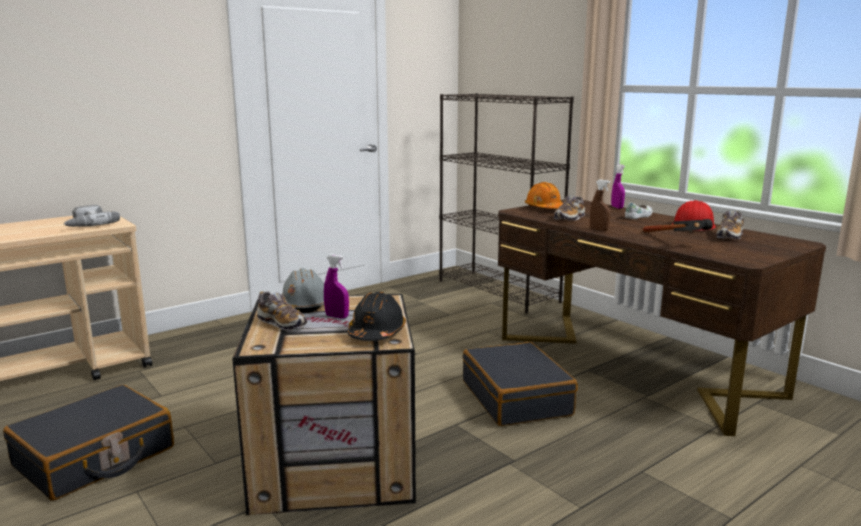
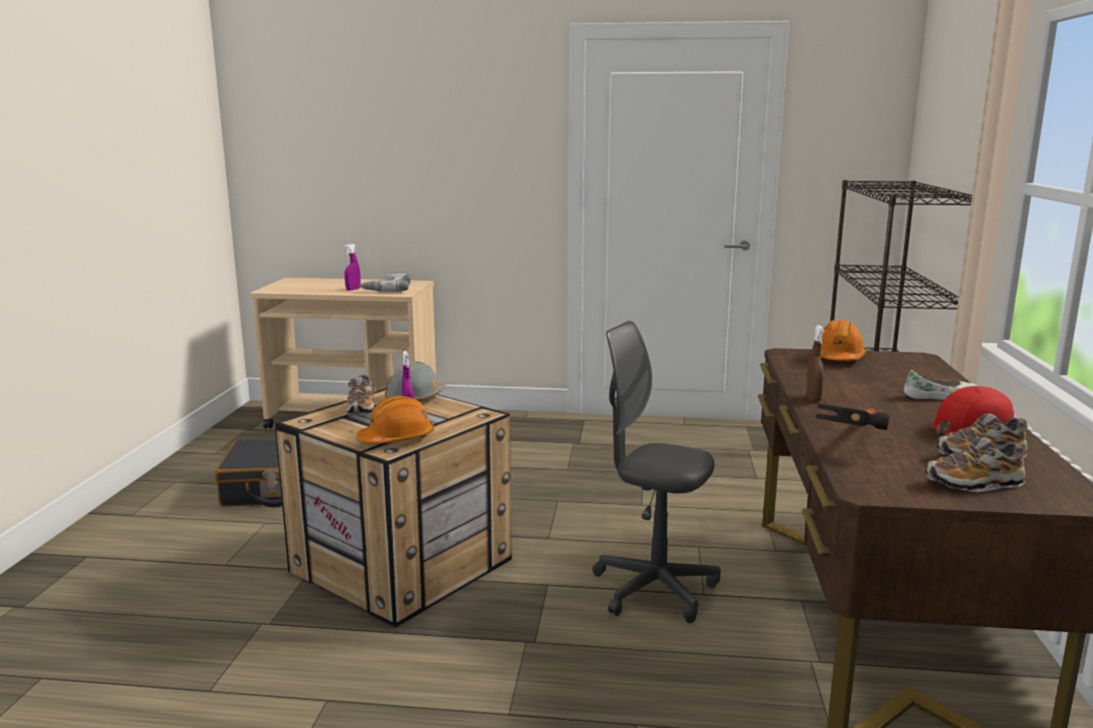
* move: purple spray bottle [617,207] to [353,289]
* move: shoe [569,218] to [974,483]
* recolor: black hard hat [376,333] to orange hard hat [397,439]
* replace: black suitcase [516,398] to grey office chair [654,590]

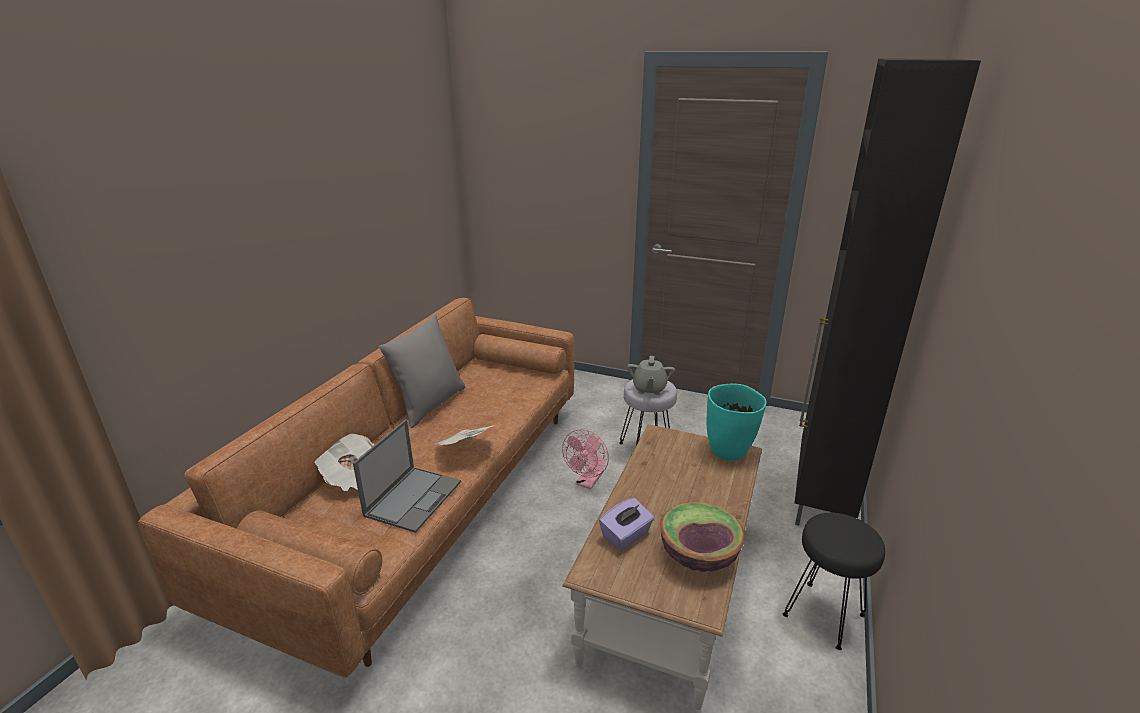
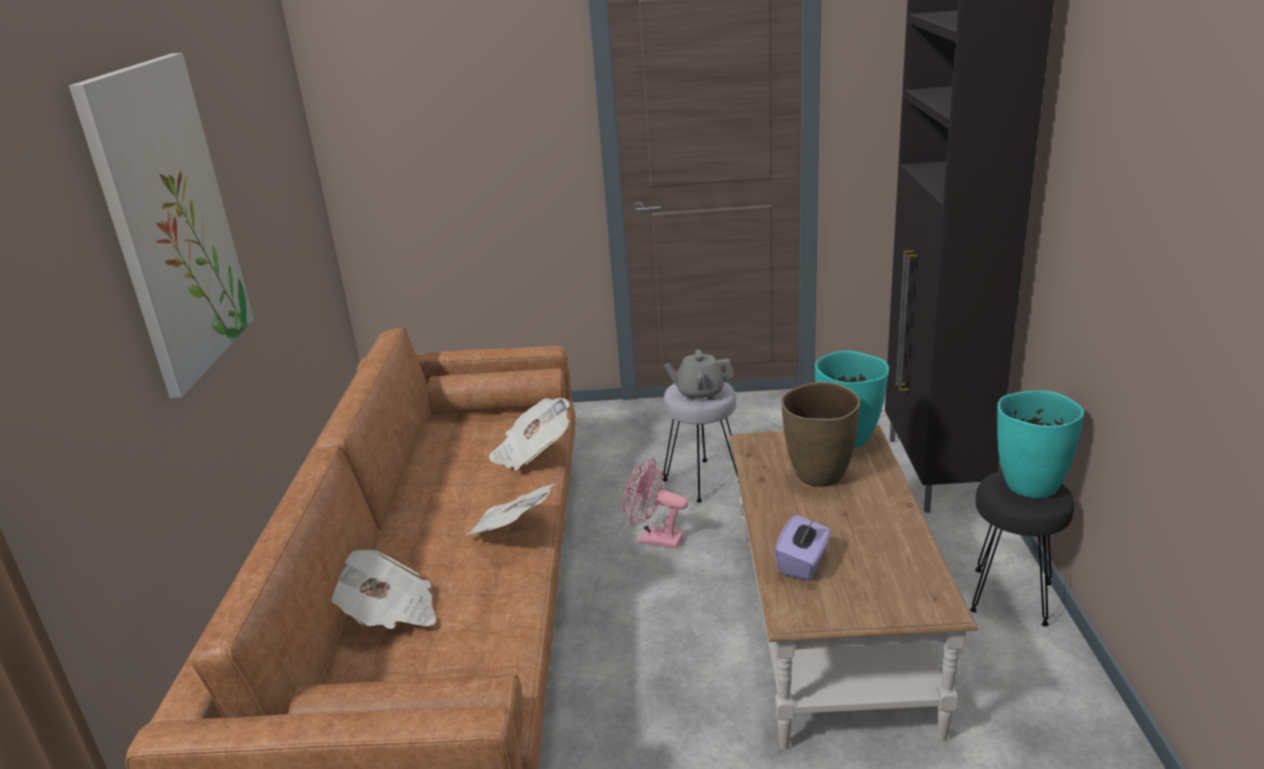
* delete: grey pillow [429,404]
* rotate: grey teapot [649,389] = [700,393] 105 degrees clockwise
* delete: laptop [414,497]
* rotate: pink fan [587,482] = [654,539] 105 degrees clockwise
* delete: bowl [698,556]
* insert: picture [170,221]
* insert: brown vase [819,476]
* insert: turquoise vase [1029,486]
* insert: newspaper [532,453]

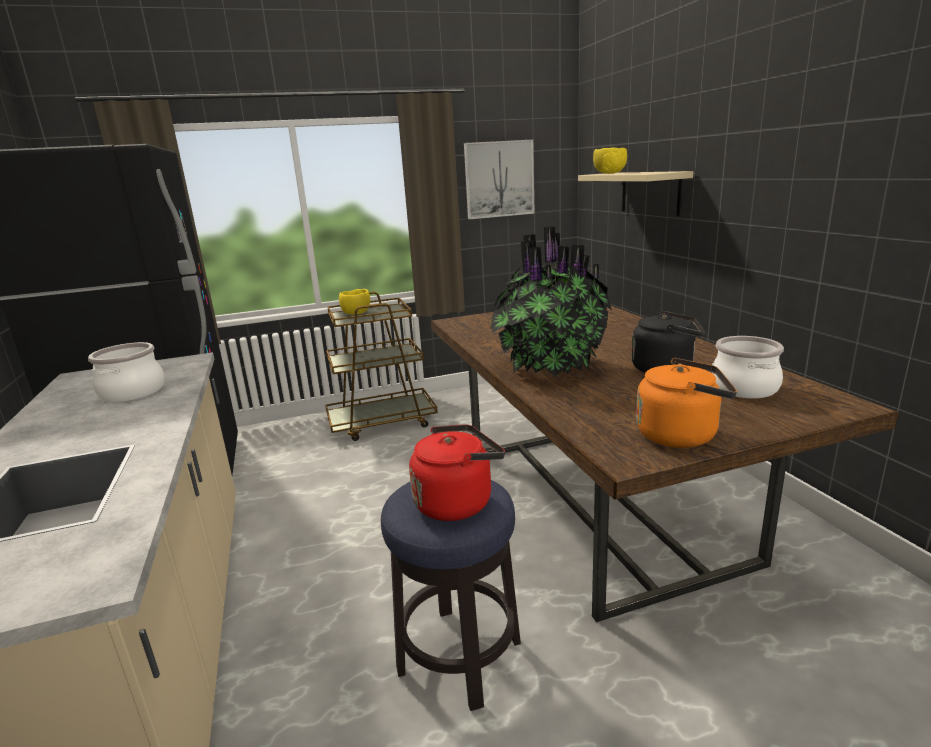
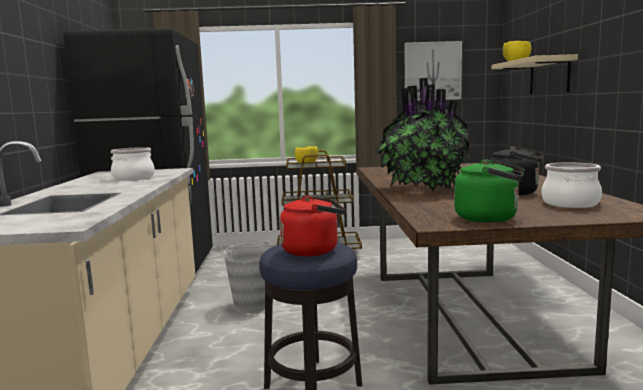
* recolor: orange kettle [681,435] to green kettle [490,218]
* insert: grey bucket [251,305]

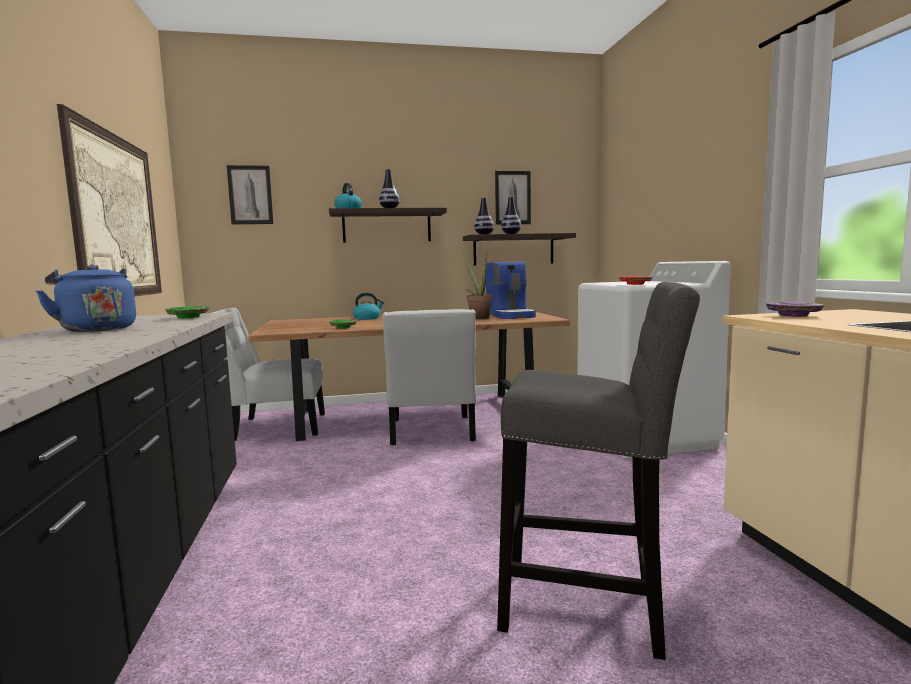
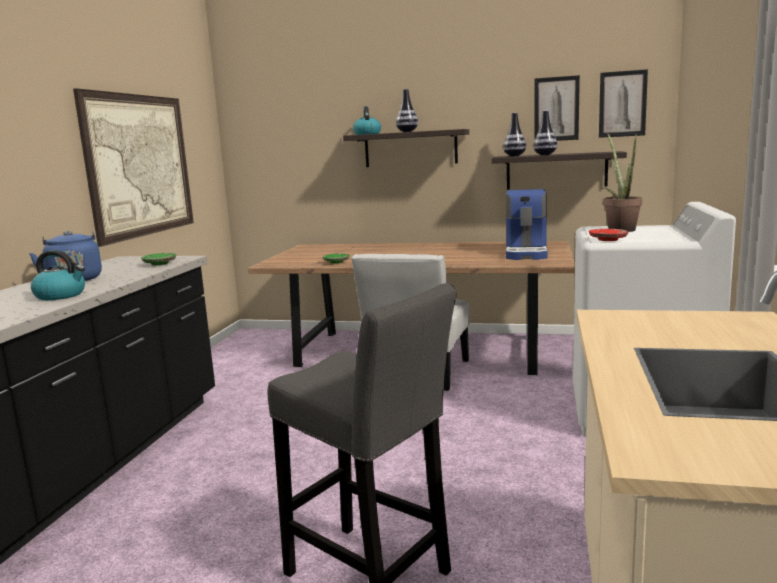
* move: picture [250,195] to [622,104]
* move: potted plant [477,317] to [619,229]
* move: kettle [367,318] to [61,295]
* delete: purple plate [793,315]
* delete: white chair [274,427]

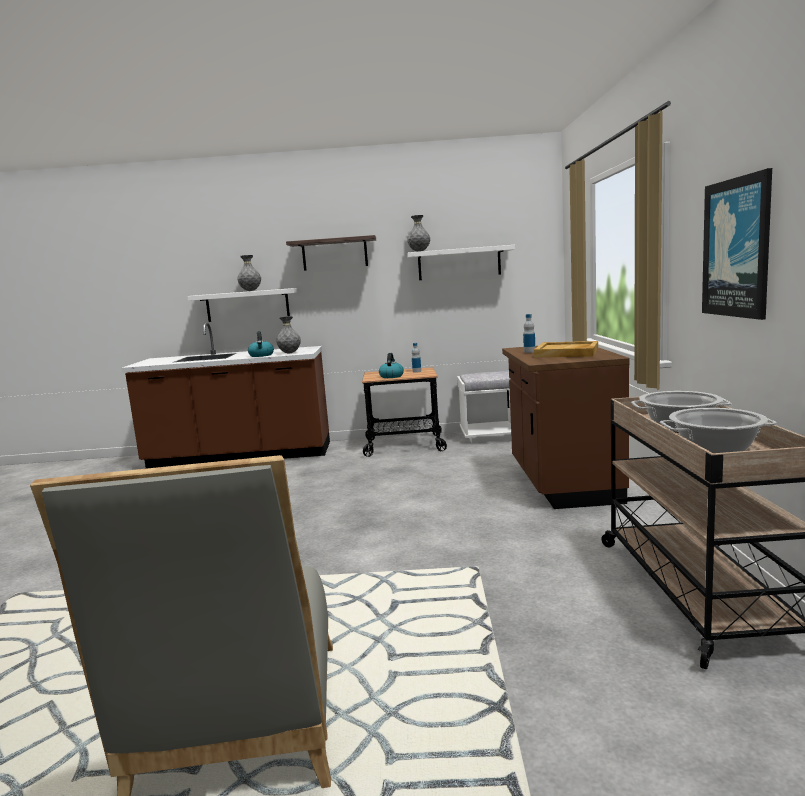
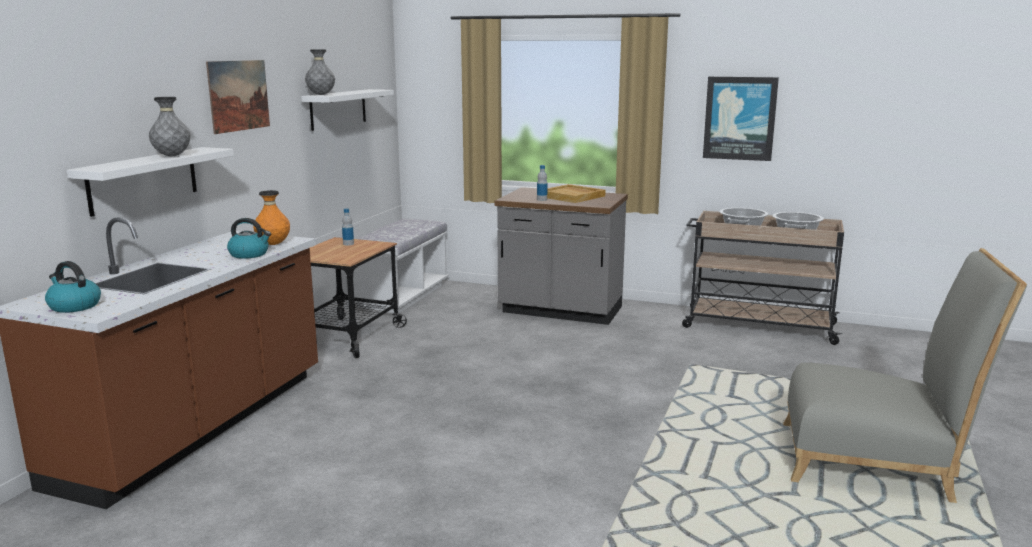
* replace: shelf [334,254] to picture [238,95]
* recolor: grey vase [290,353] to orange vase [273,244]
* recolor: brown counter [562,484] to grey counter [560,311]
* move: kettle [391,376] to [74,306]

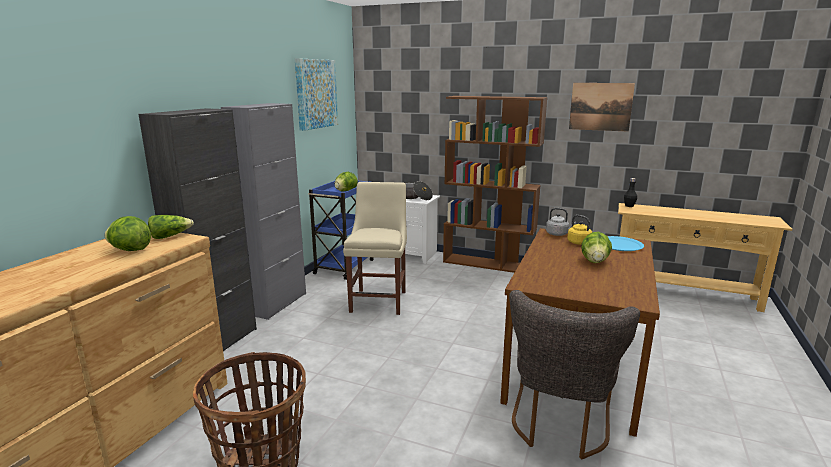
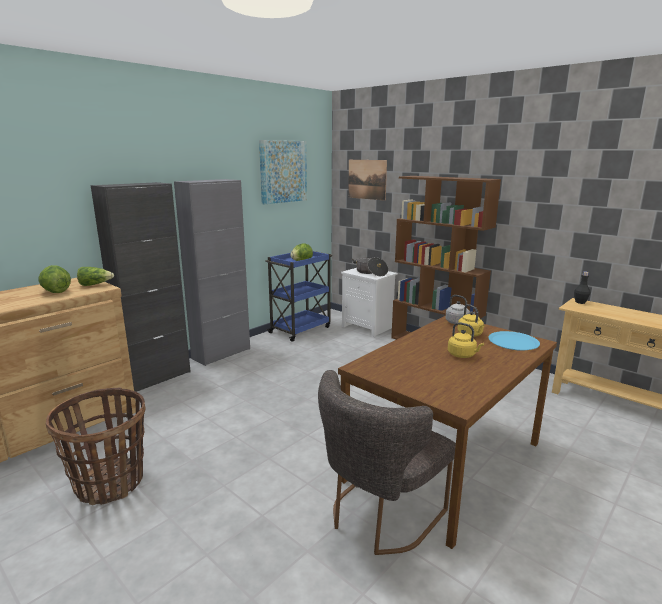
* move: picture [600,106] to [367,179]
* delete: beige chair [379,300]
* replace: lettuce [595,261] to yellow kettle [463,355]

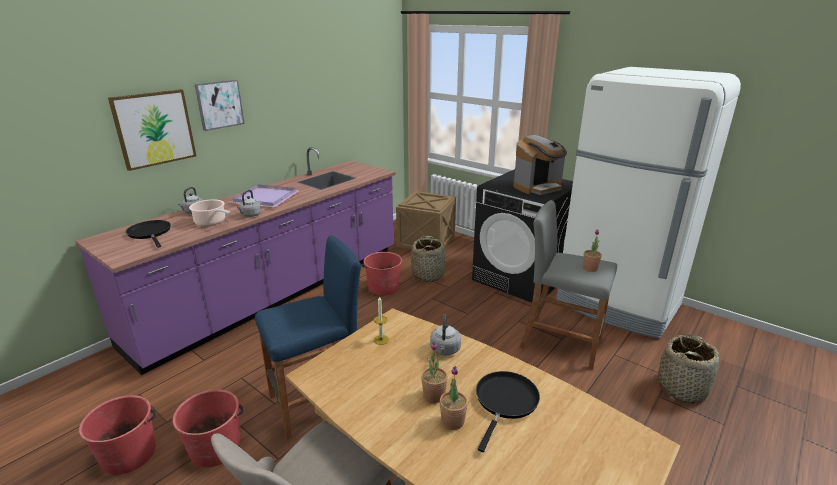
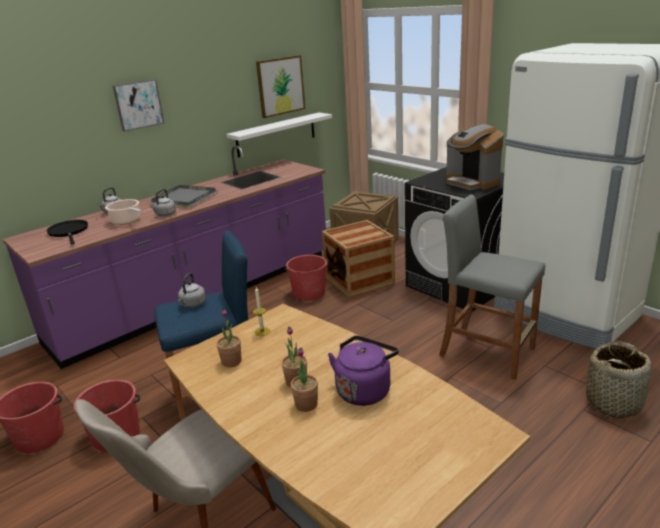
* move: picture [154,128] to [280,86]
* rotate: coffee machine [538,187] = [472,182] 75 degrees clockwise
* recolor: purple tray [265,198] to grey tray [184,198]
* move: potted plant [590,268] to [231,361]
* replace: basket [428,275] to crate [359,280]
* move: grey kettle [445,350] to [192,304]
* replace: black frying pan [505,402] to purple kettle [364,390]
* insert: white shelf [276,134]

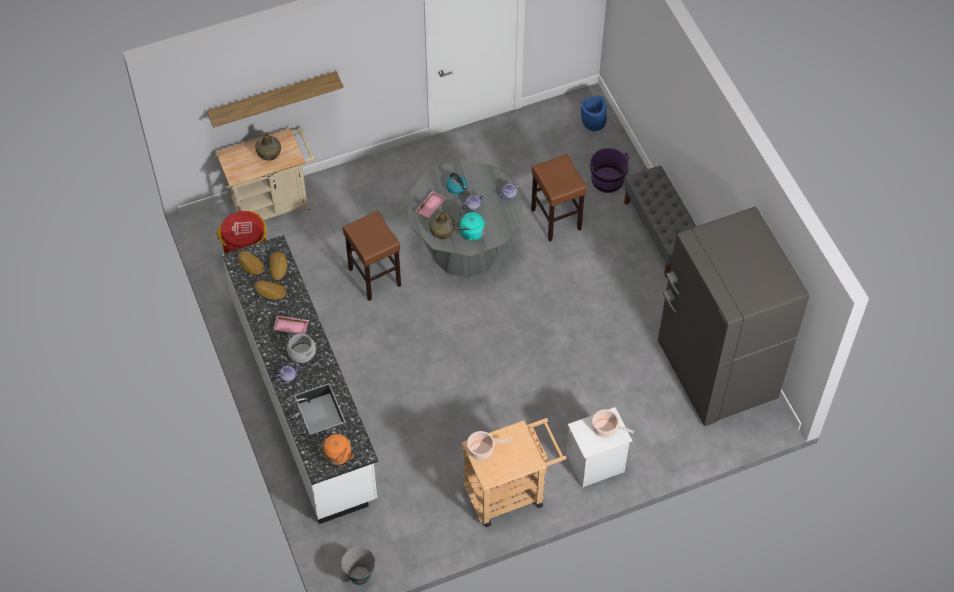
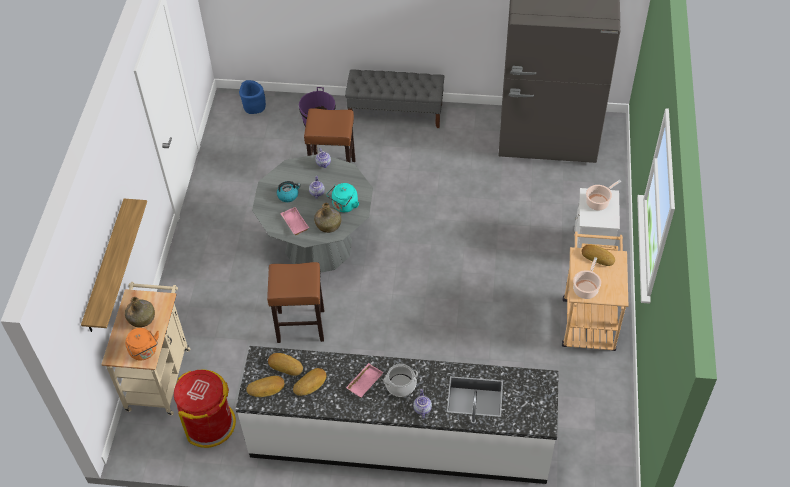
* move: orange kettle [337,456] to [144,352]
* delete: bucket [360,575]
* insert: bread [598,256]

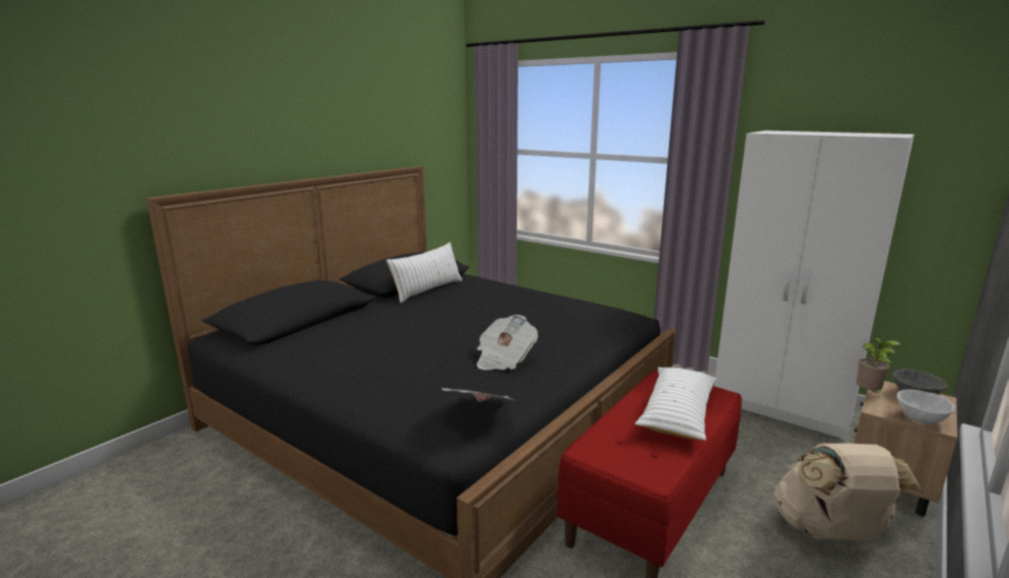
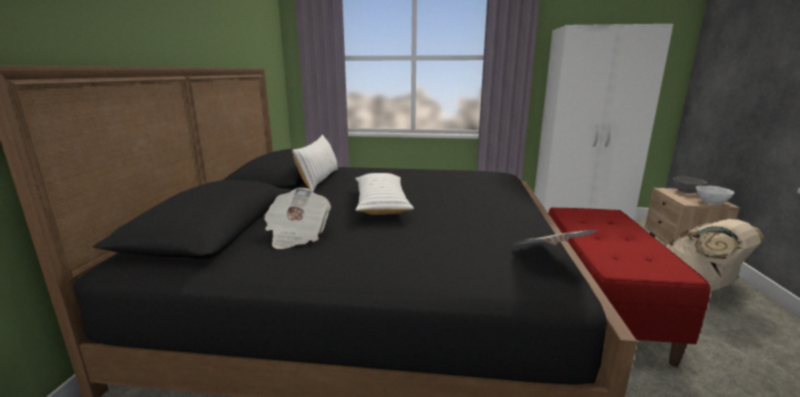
* move: newspaper [504,359] to [297,235]
* delete: potted plant [869,394]
* move: white pillow [677,413] to [381,204]

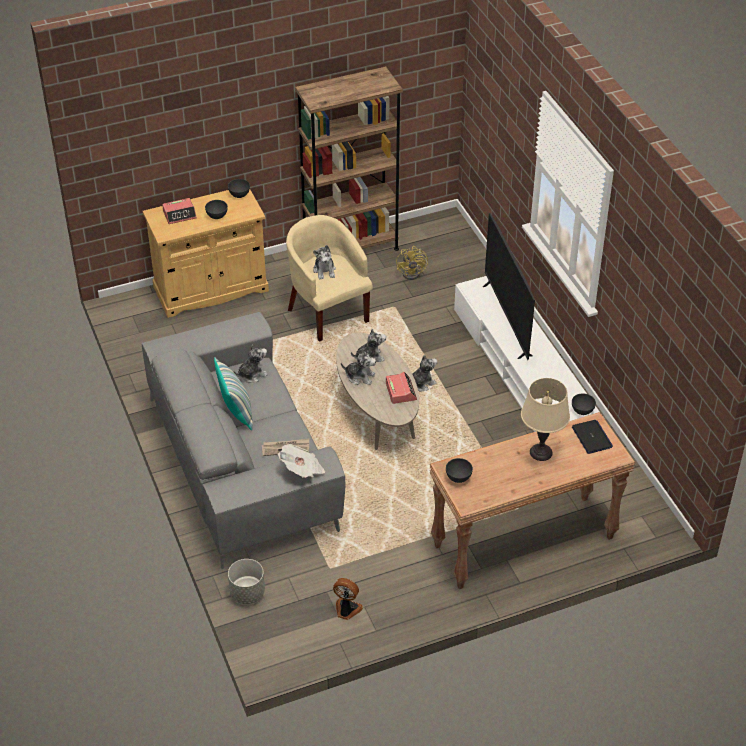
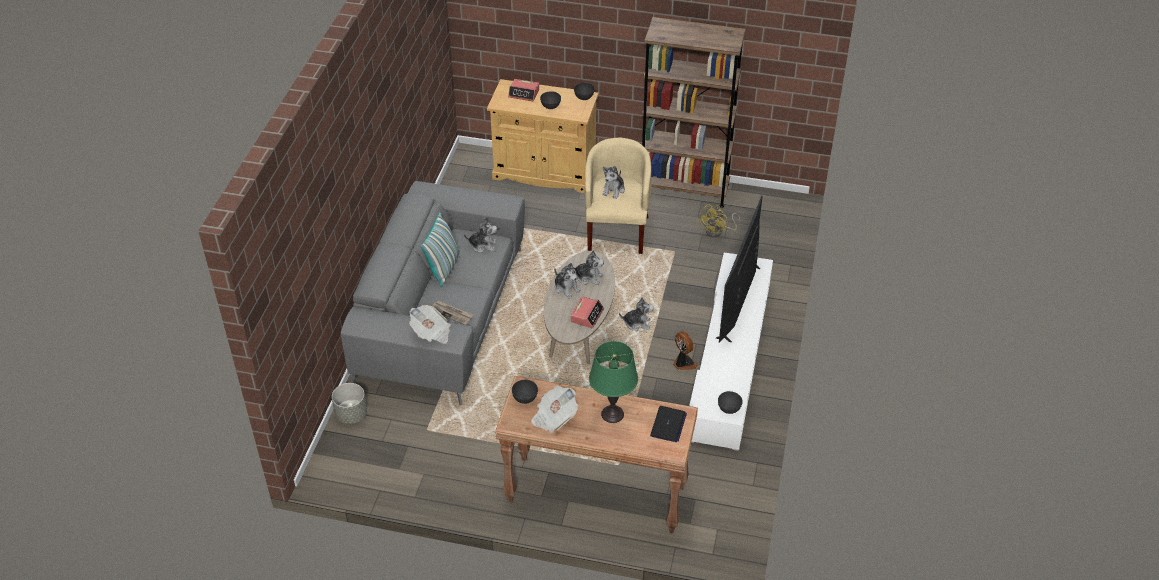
* recolor: beige table lamp [541,452] to green table lamp [612,414]
* move: fan [346,610] to [683,363]
* insert: newspaper [554,417]

